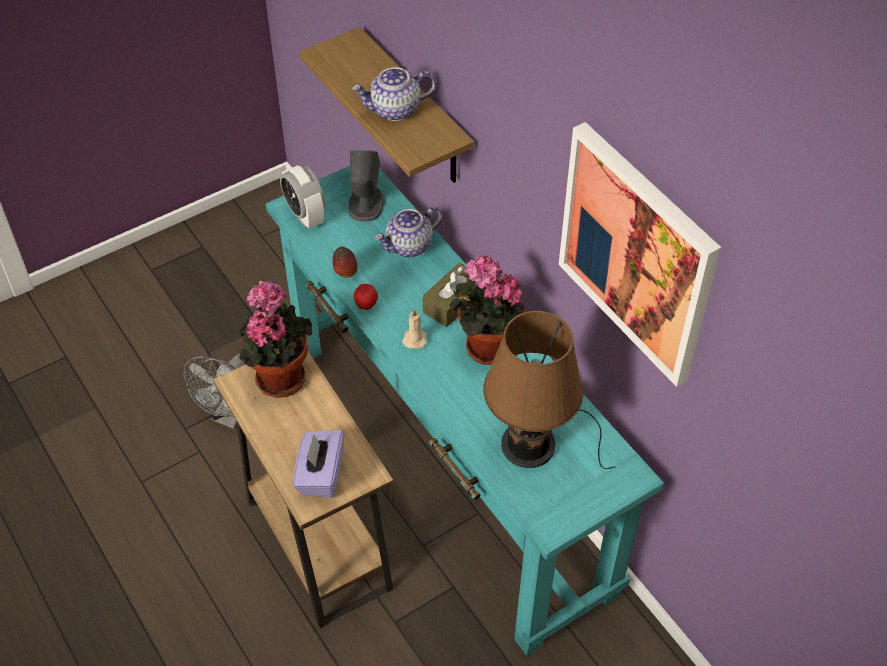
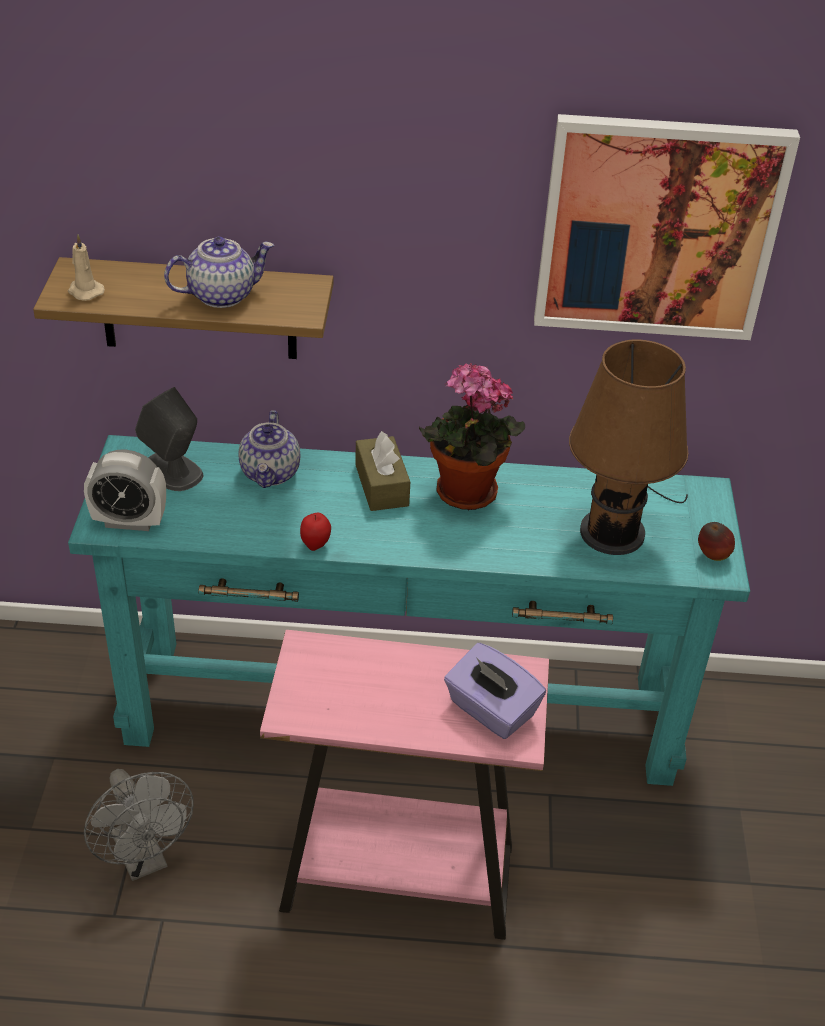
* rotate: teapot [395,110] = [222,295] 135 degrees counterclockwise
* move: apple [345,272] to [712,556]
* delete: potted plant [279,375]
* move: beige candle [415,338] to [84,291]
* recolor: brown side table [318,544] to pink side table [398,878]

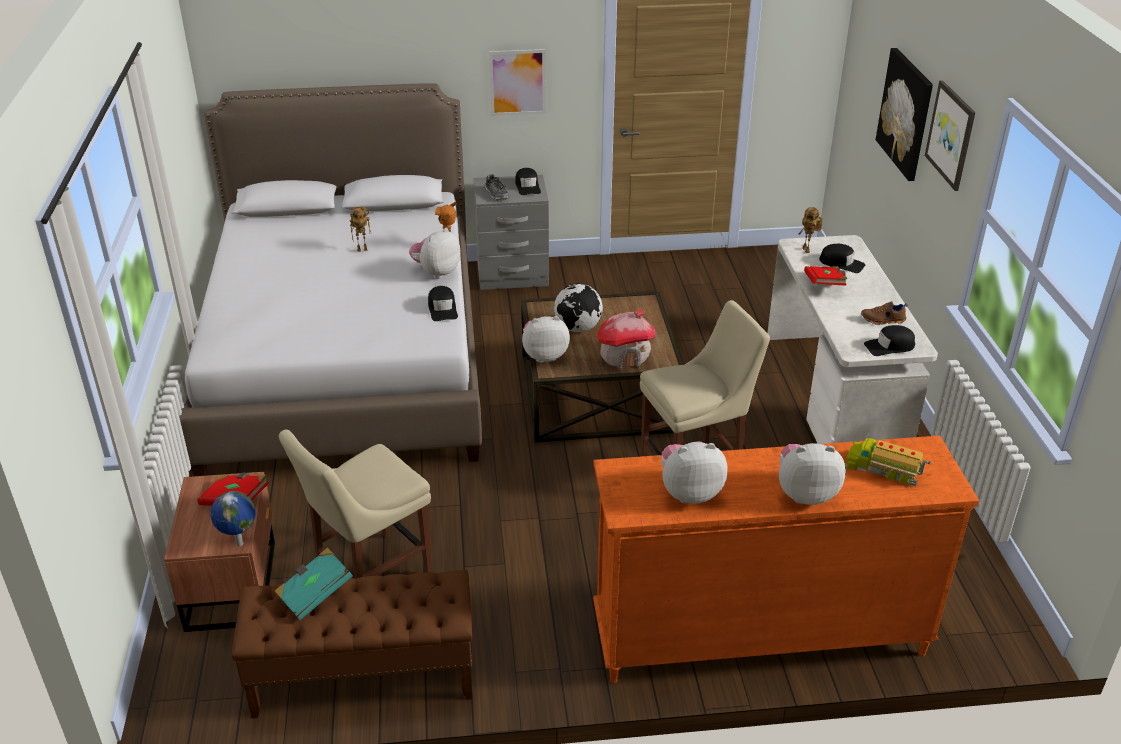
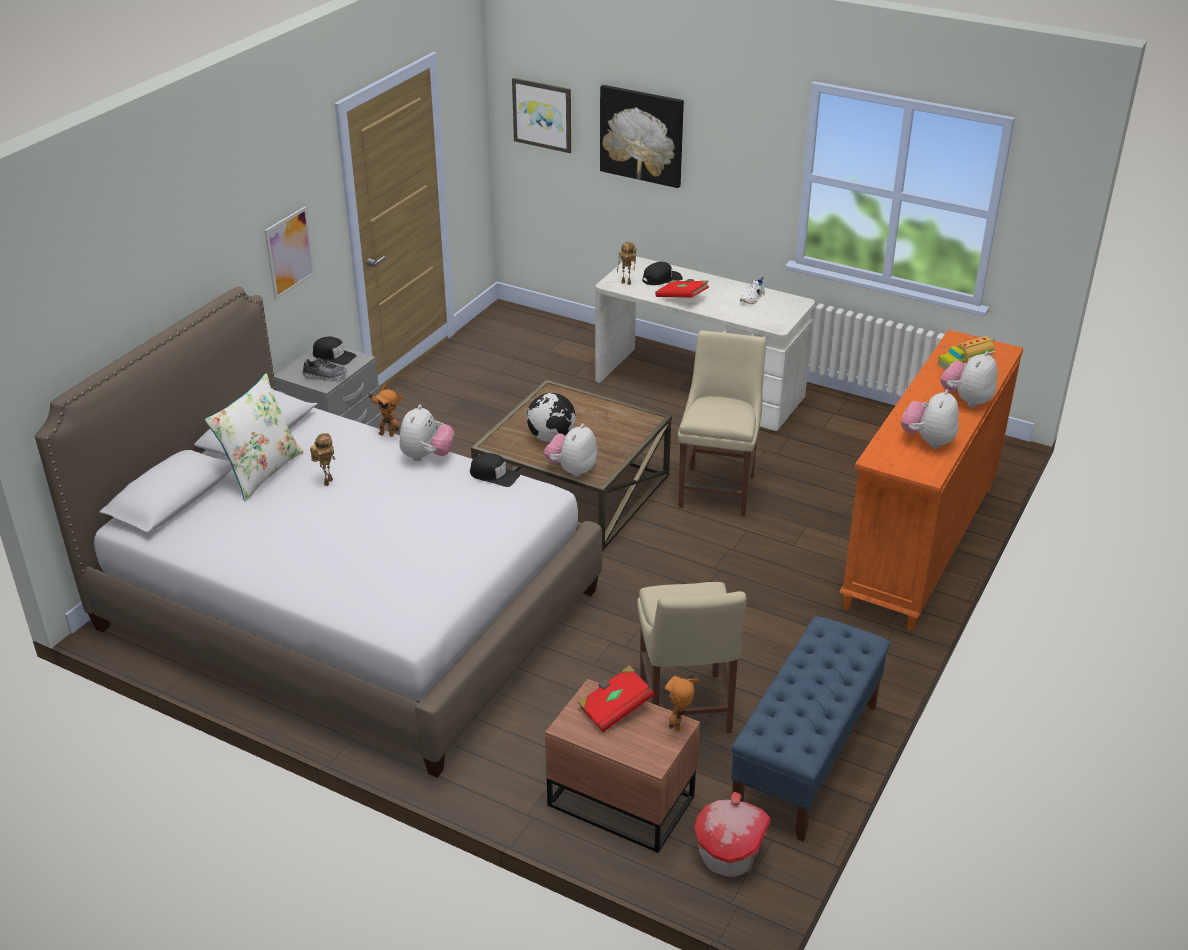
* move: picture [951,135] to [542,114]
* rotate: plush toy [436,272] = [426,456] 150 degrees counterclockwise
* recolor: brown shoe [883,320] to white shoe [753,298]
* move: toy house [625,356] to [729,854]
* delete: black cap [889,346]
* replace: globe [238,544] to toy robot [681,725]
* delete: turquoise book [315,593]
* recolor: brown bench [363,677] to blue bench [806,758]
* insert: white pillow [261,472]

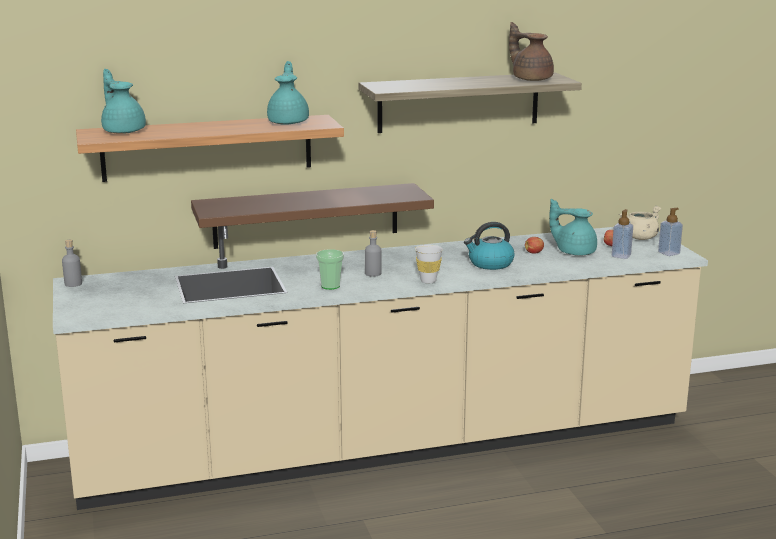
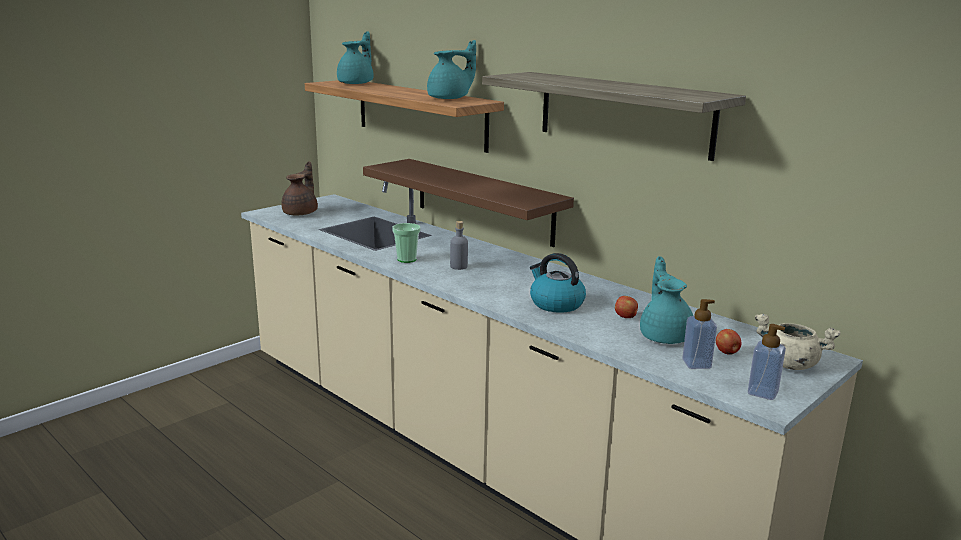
* move: brown teapot [531,79] to [301,213]
* delete: grey bottle [73,284]
* delete: white cup [428,281]

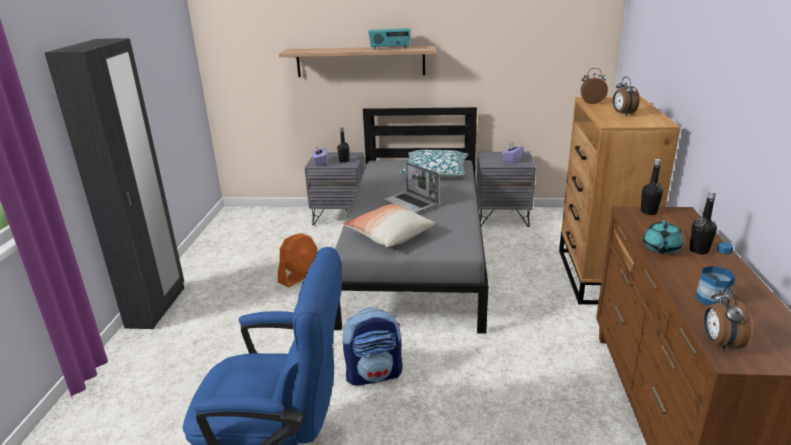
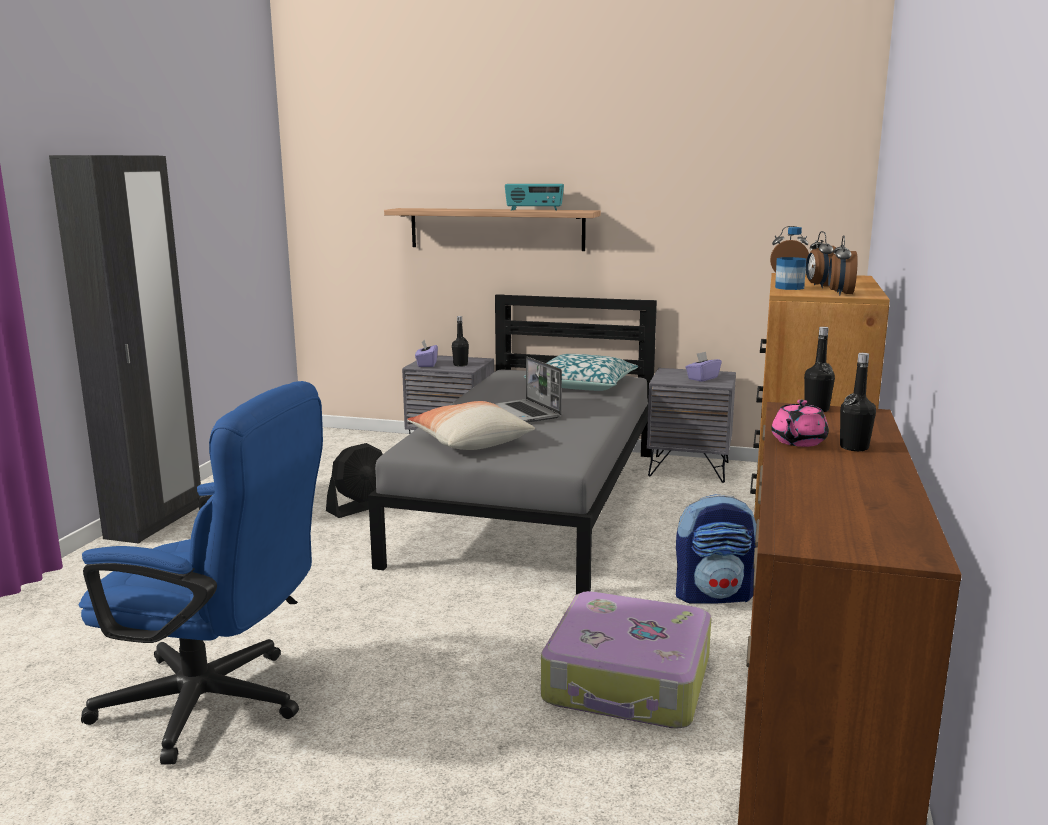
* recolor: turquoise teapot [661,248] to pink teapot [798,442]
* recolor: orange fan [300,275] to black fan [361,507]
* move: bottle [711,299] to [789,287]
* move: alarm clock [719,343] to [840,294]
* move: backpack [374,374] to [714,595]
* insert: suitcase [628,681]

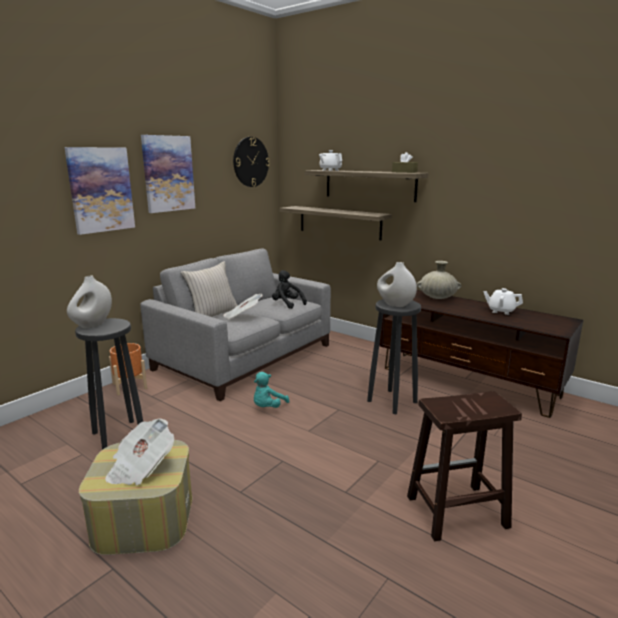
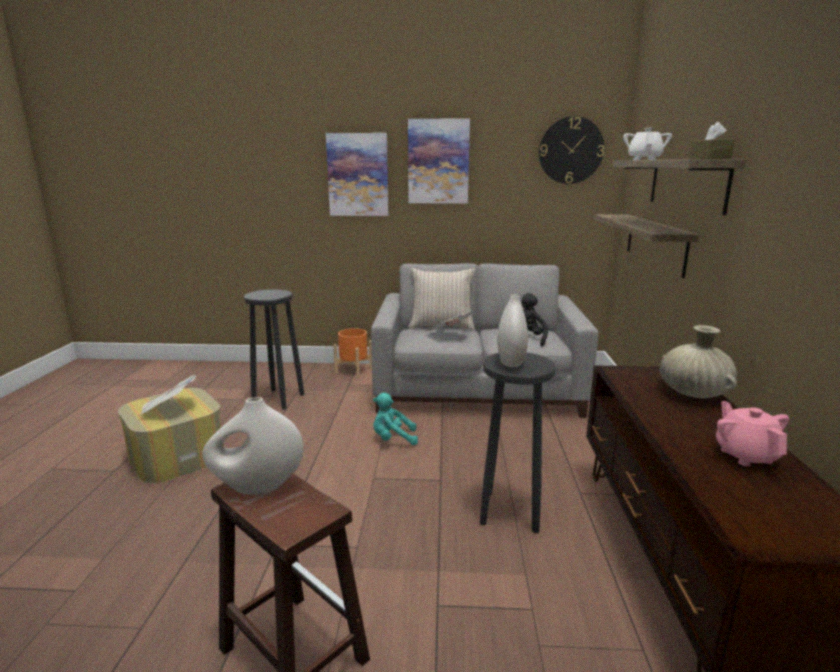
* move: white vase [93,325] to [257,487]
* recolor: white teapot [501,311] to pink teapot [746,455]

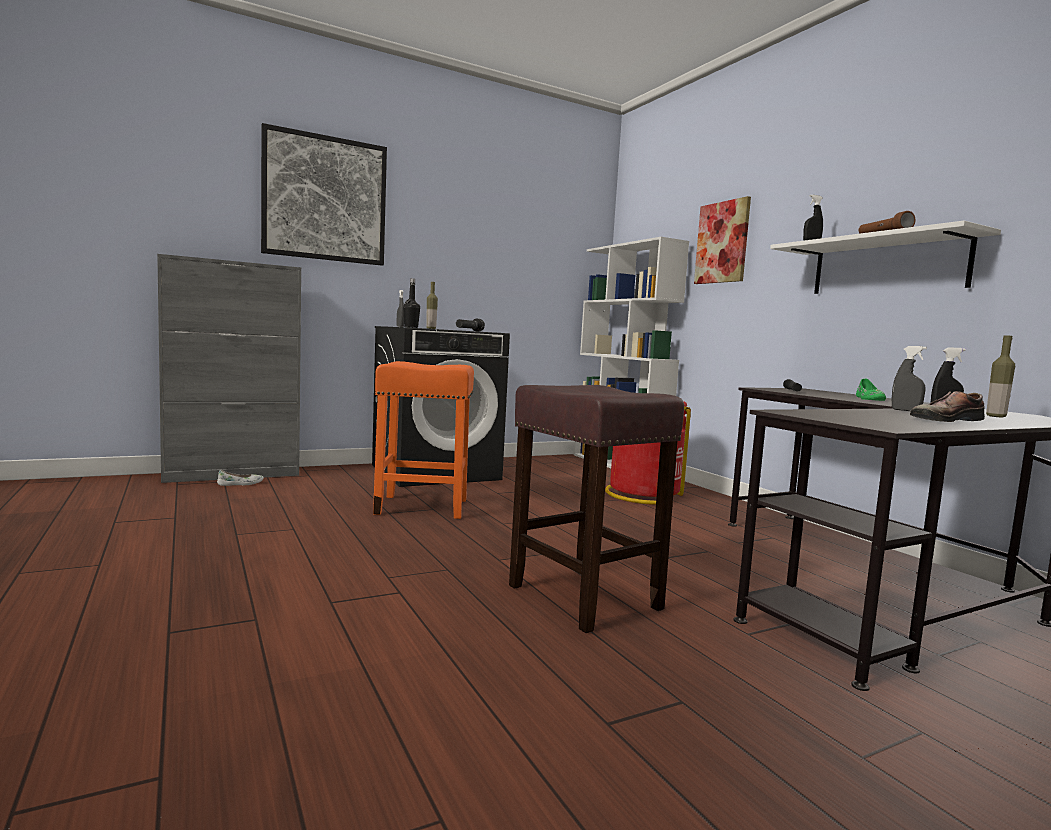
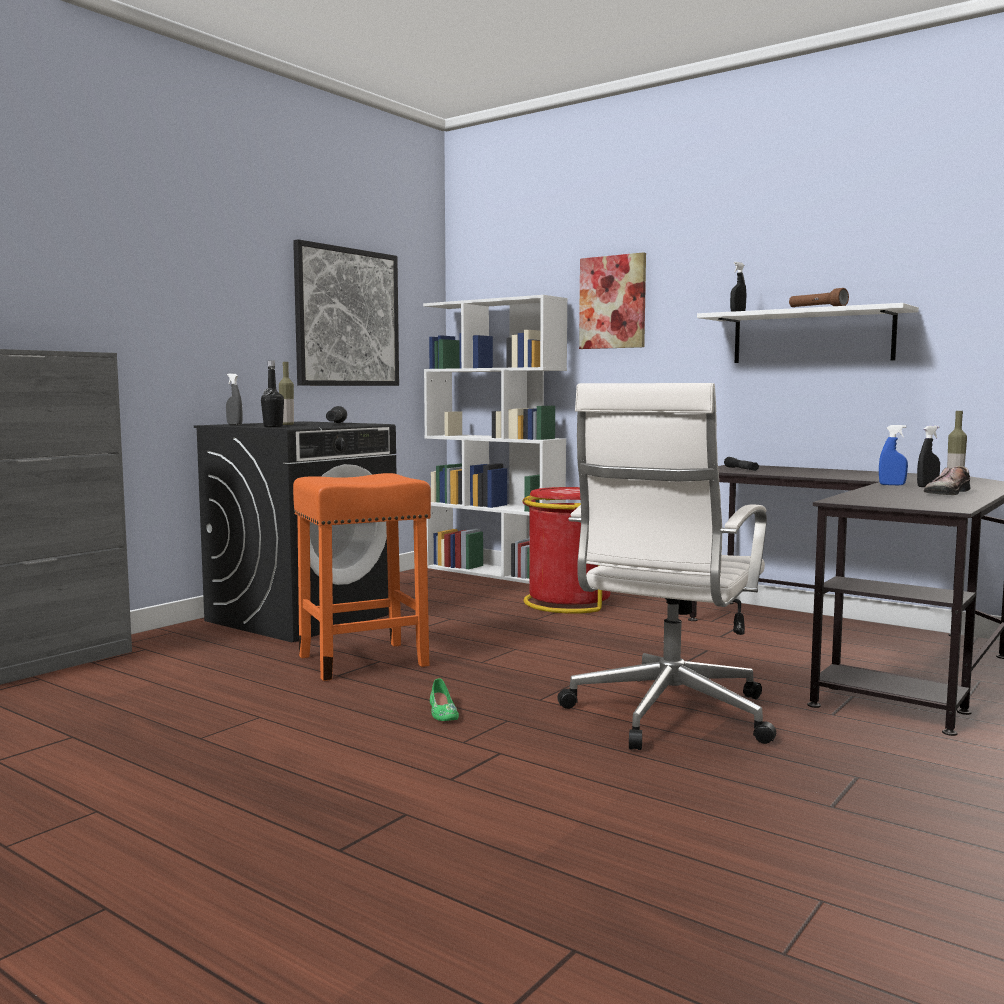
* move: picture [325,199] to [347,317]
* recolor: grey spray bottle [905,410] to blue spray bottle [892,485]
* move: green shoe [869,399] to [442,713]
* replace: brown stool [581,596] to white office chair [666,716]
* delete: white shoe [240,484]

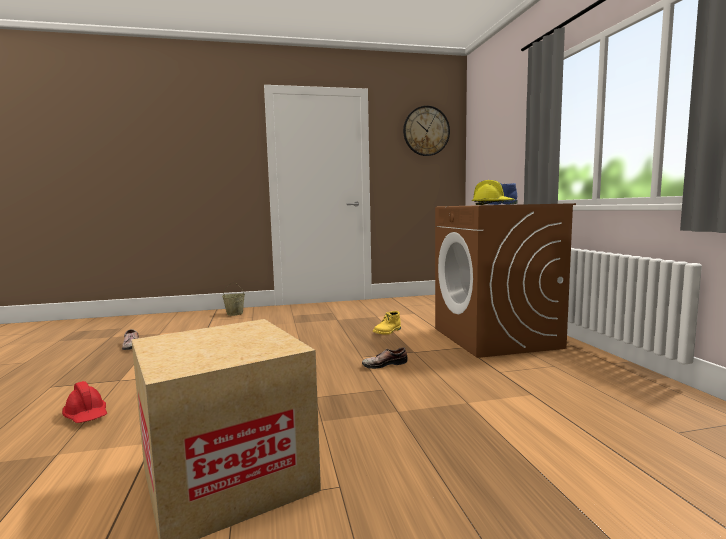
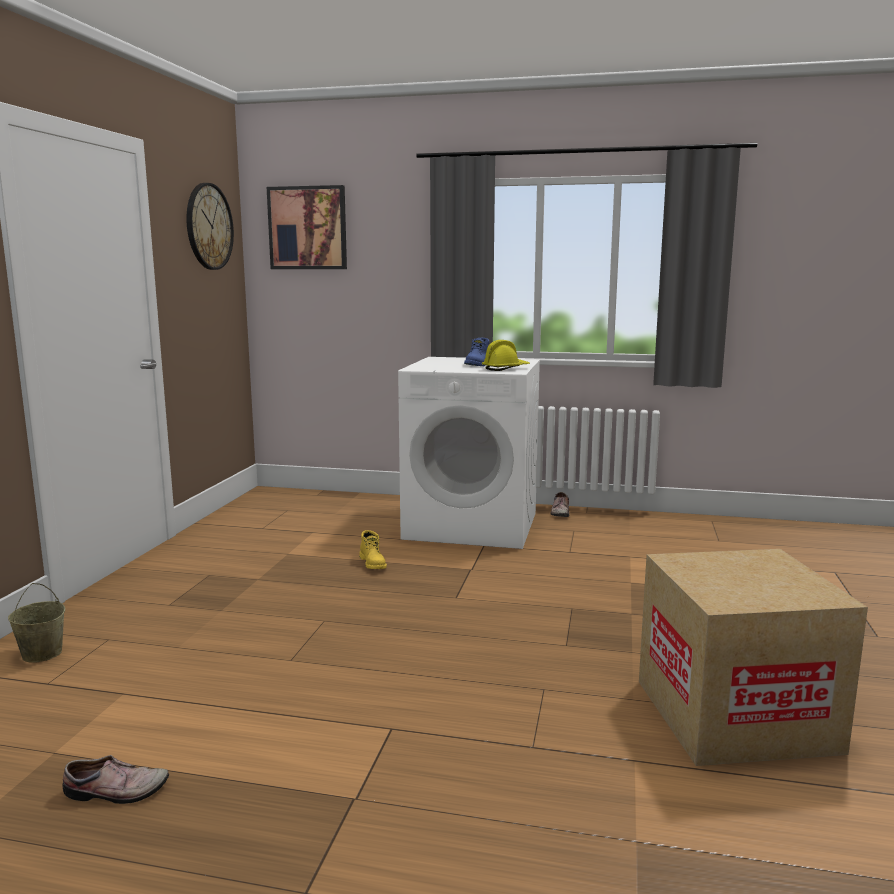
* recolor: brown washing machine [496,338] to white washing machine [472,525]
* move: shoe [384,364] to [559,512]
* delete: red hard hat [86,416]
* insert: picture [308,228]

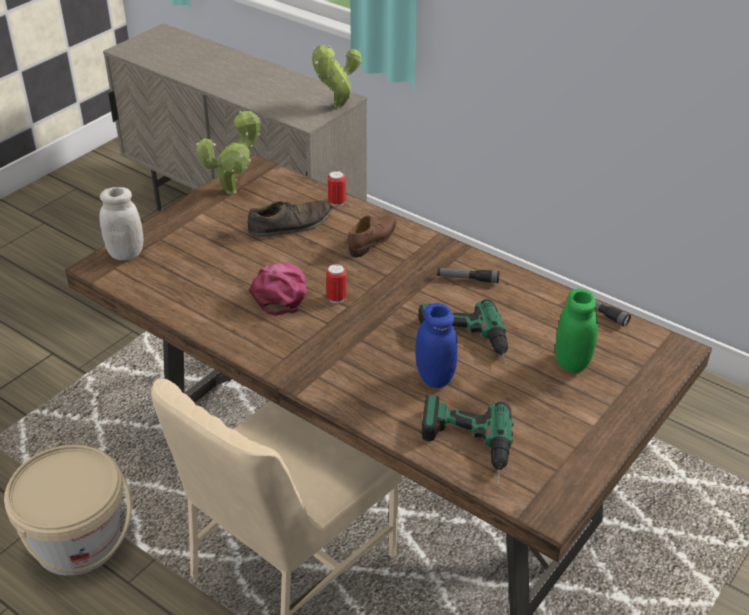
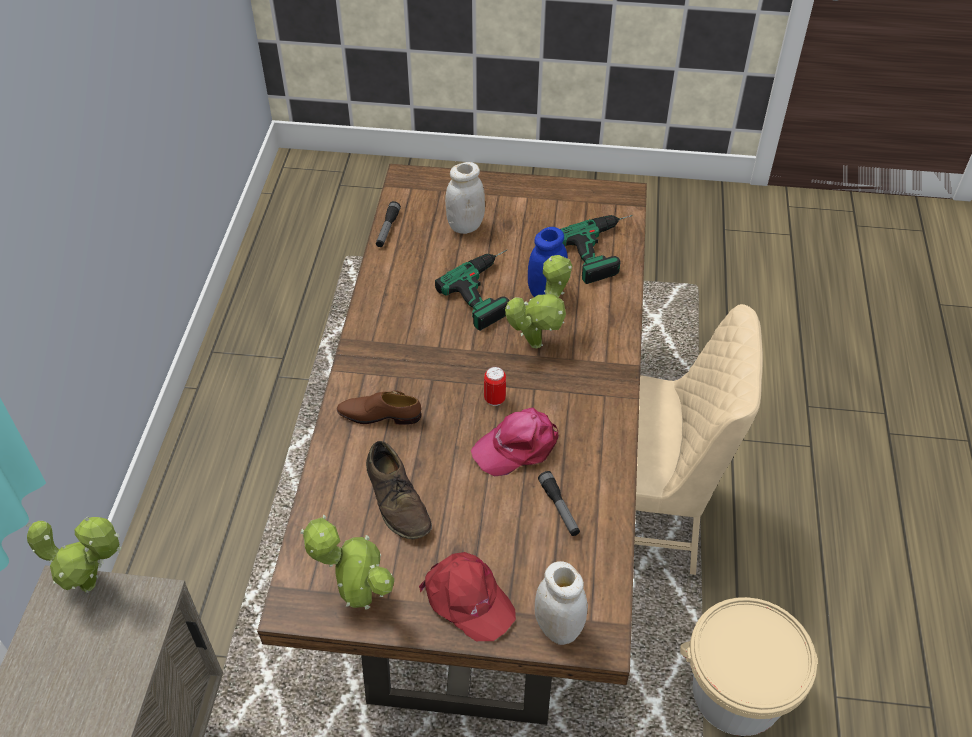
* delete: can [337,202]
* rotate: brown shoe [290,225] = [397,500] 150 degrees counterclockwise
* move: flashlight [468,279] to [559,508]
* recolor: green jar [572,362] to white jar [465,226]
* insert: potted plant [538,340]
* insert: red cap [467,599]

